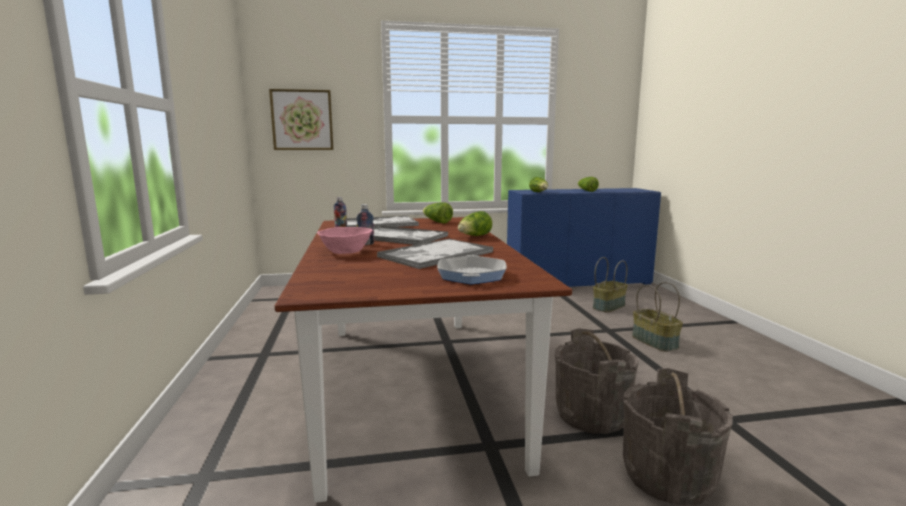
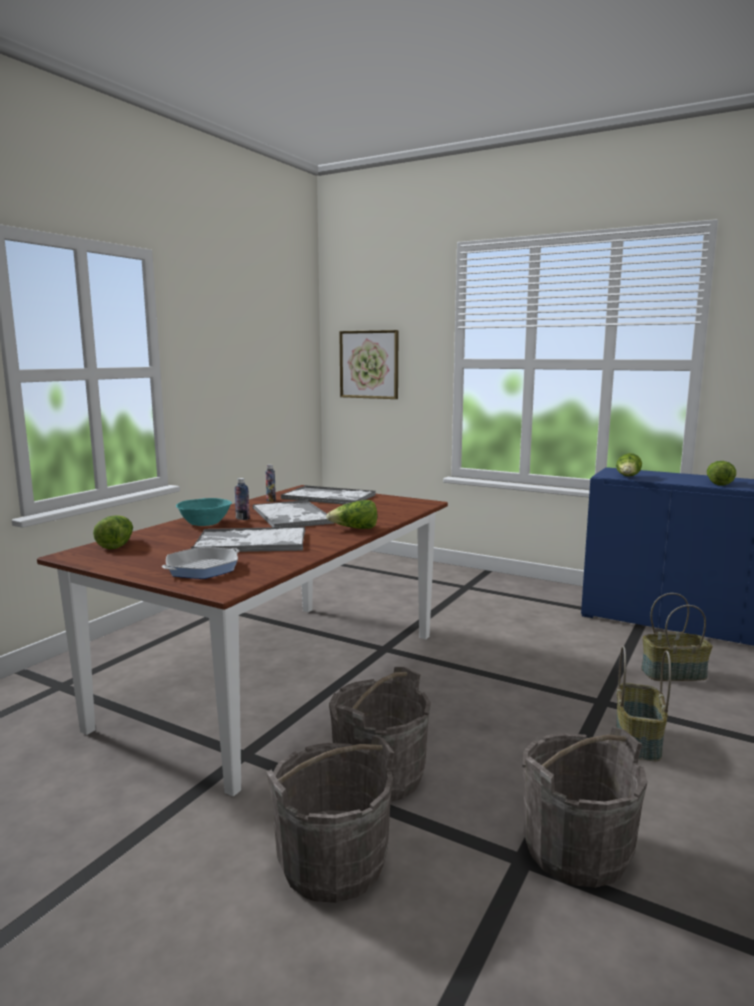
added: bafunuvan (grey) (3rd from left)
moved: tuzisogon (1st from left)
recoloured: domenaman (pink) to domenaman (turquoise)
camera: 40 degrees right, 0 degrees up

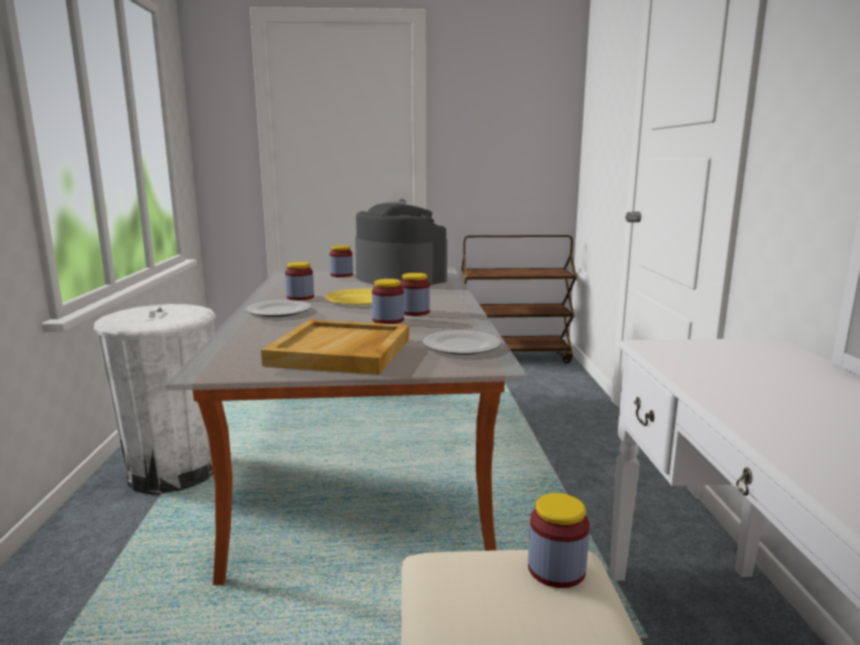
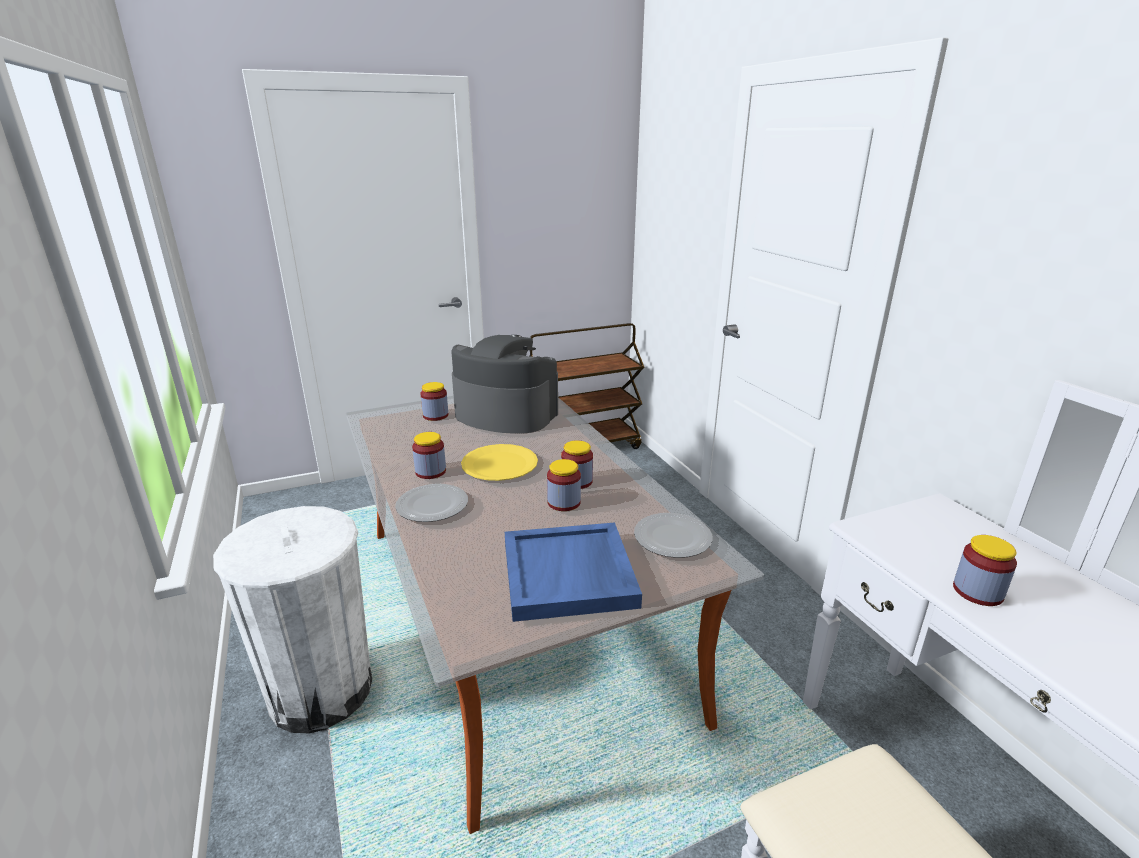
moved: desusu (5th from left)
recoloured: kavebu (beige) to kavebu (blue)
camera: 20 degrees left, 10 degrees up

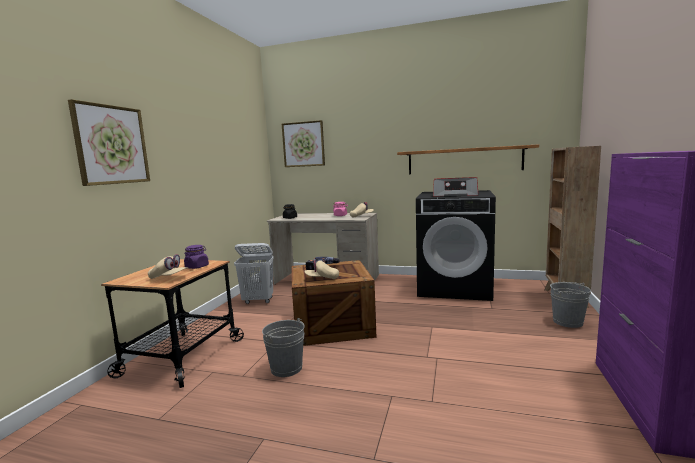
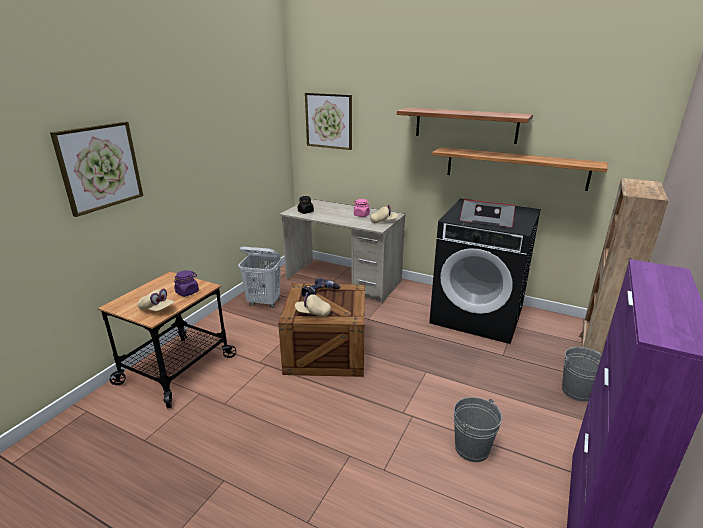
added: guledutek (1st from left)
moved: bafunuvan (grey) (1st from left)
camera: 10 degrees right, 15 degrees up

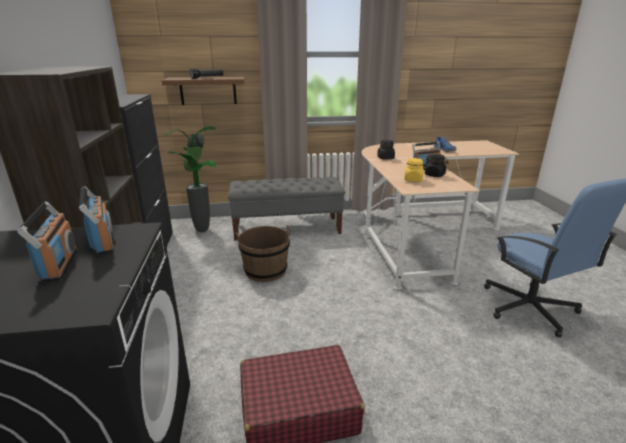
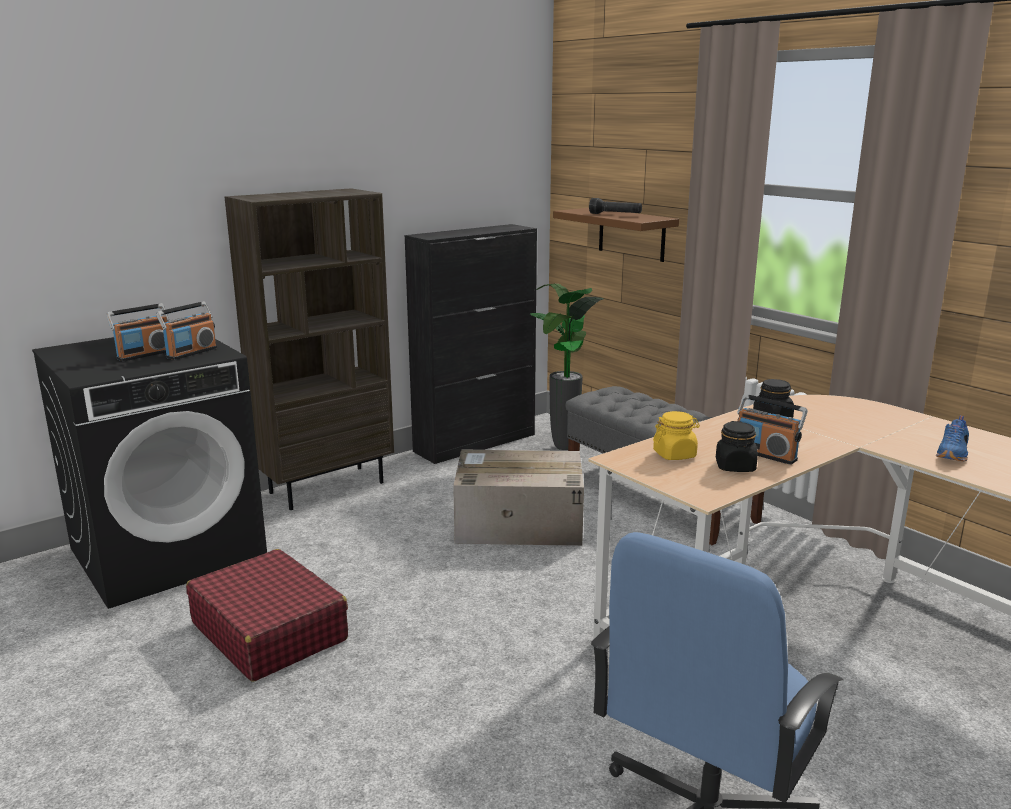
replaced: bafunuvan (brown) to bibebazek
camera: 60 degrees right, 5 degrees down

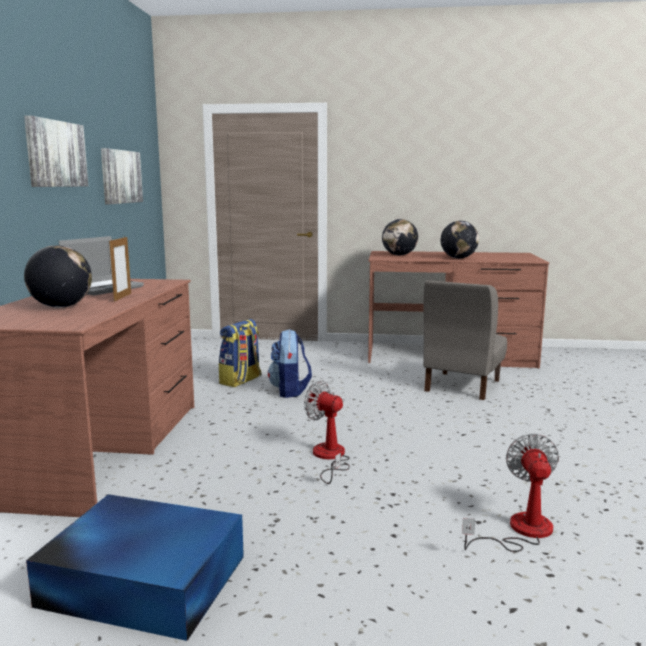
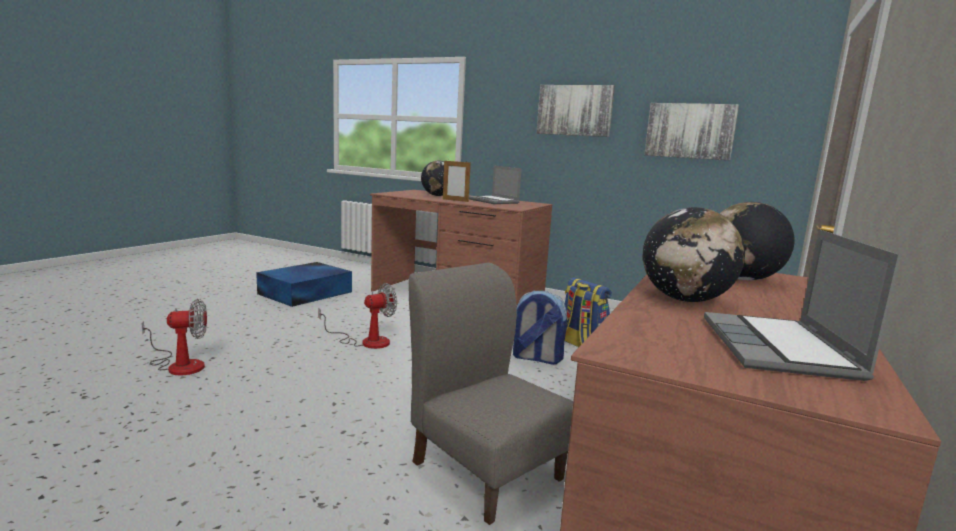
added: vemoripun (2nd from left)
turned: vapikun (2nd from left in the first image) 45 degrees counterclockwise
camera: 110 degrees right, 0 degrees up

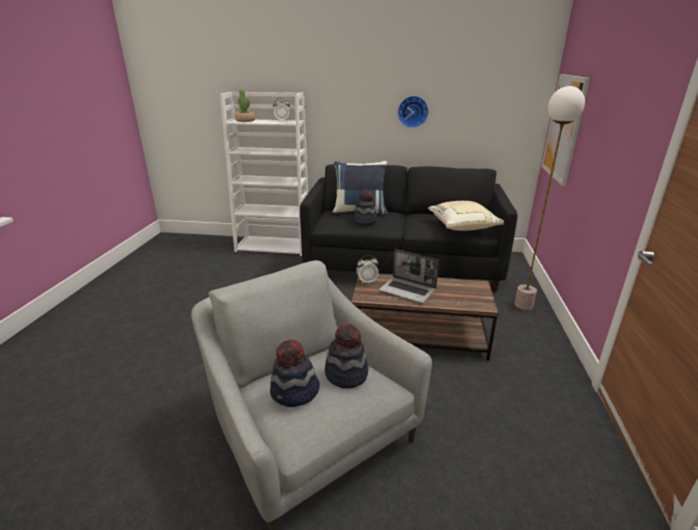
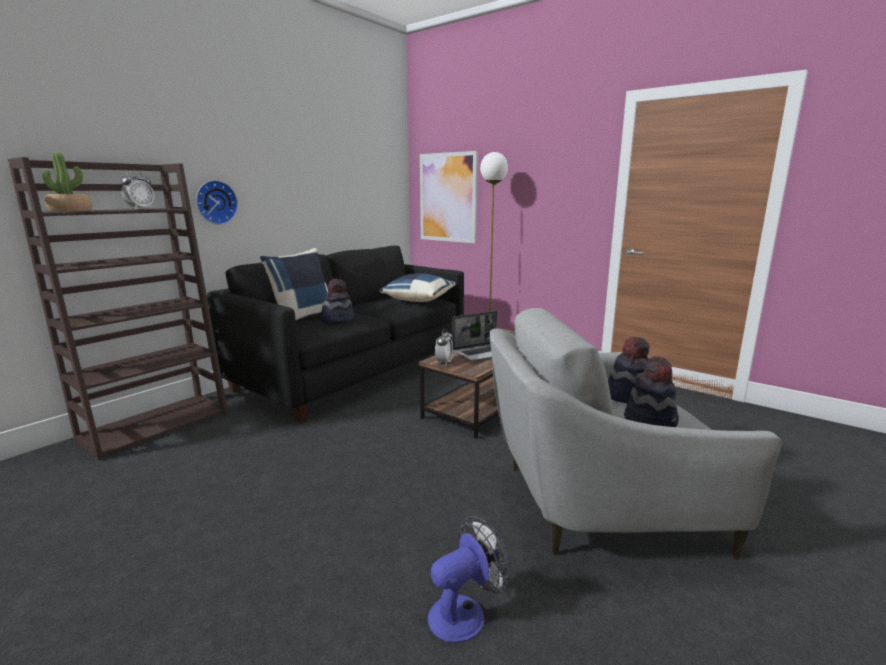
added: vapikun
moved: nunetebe
recoloured: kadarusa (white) to kadarusa (brown); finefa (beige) to finefa (blue) (2nd from left)
camera: 60 degrees left, 10 degrees down

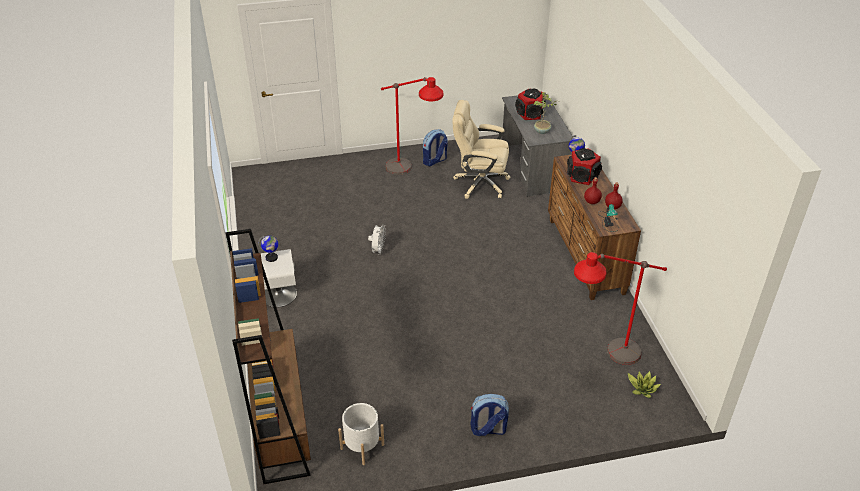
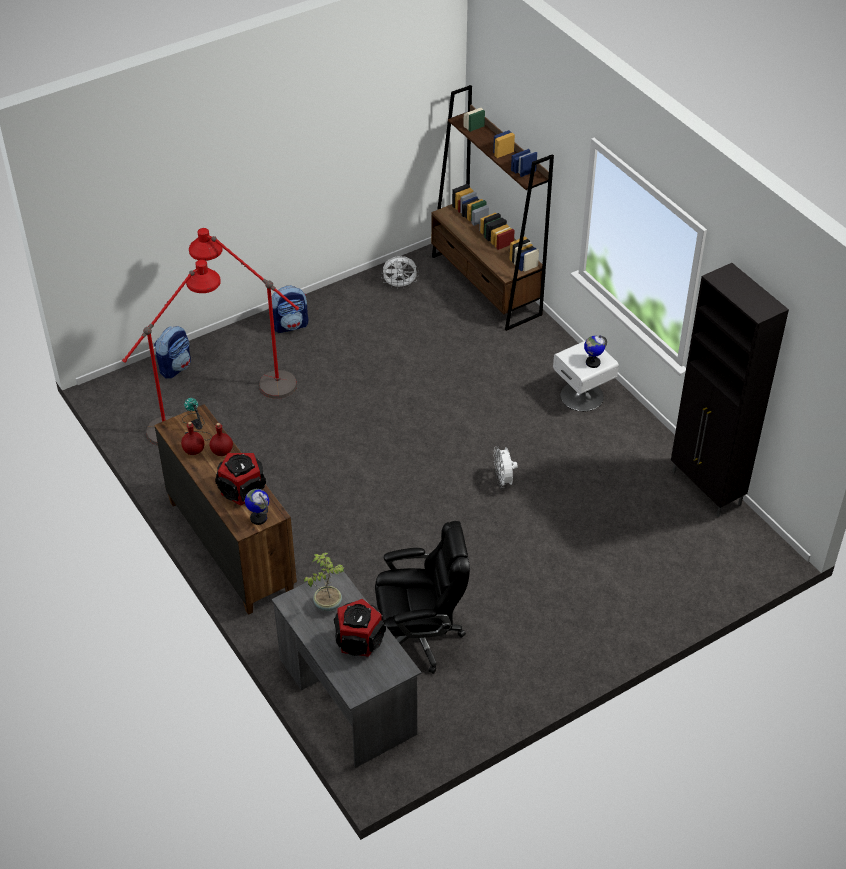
removed: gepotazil (2nd from left)
added: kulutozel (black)
moved: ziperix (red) (1st from left in the first image) to ziperix (red) (2nd from left); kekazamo (1st from left)
replaced: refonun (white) to vapikun (white) (1st from left)
recoloured: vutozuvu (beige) to vutozuvu (black)
camera: 160 degrees right, 5 degrees up

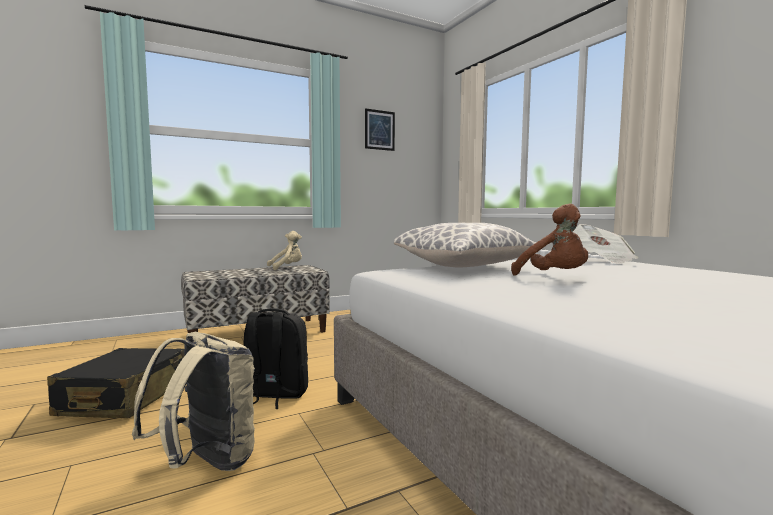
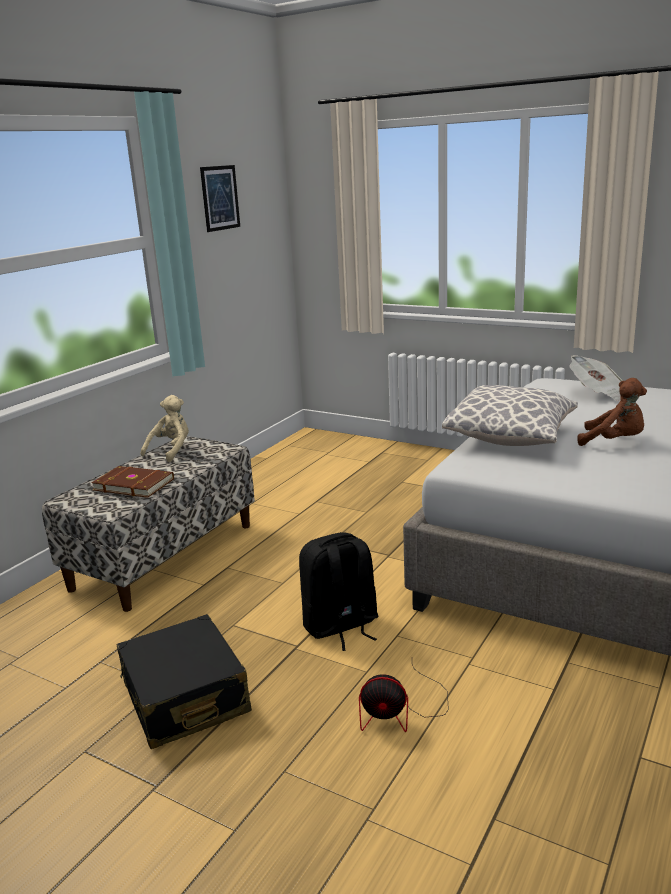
added: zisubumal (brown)
replaced: kekazamo (beige) to vapikun
camera: 30 degrees left, 15 degrees up

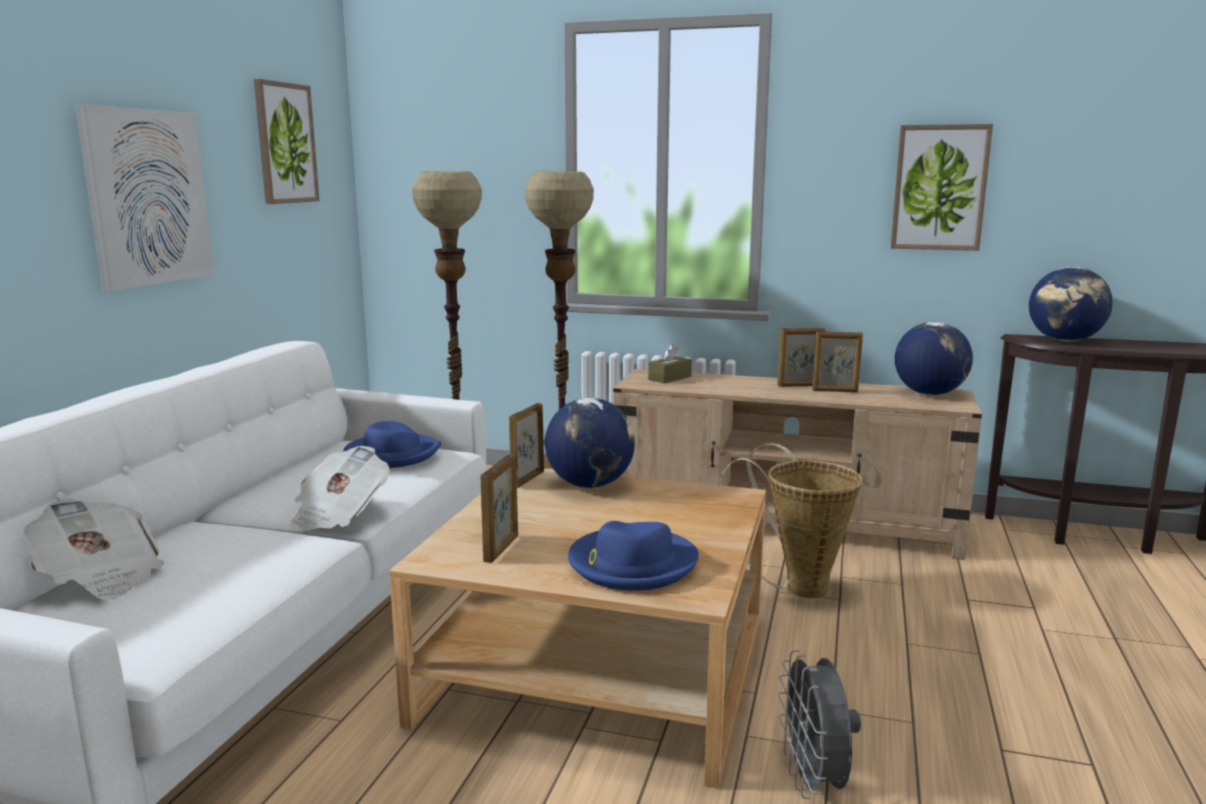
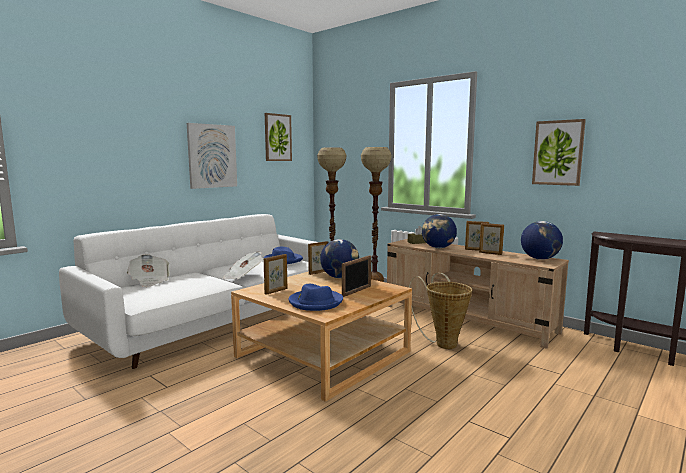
removed: vapikun (grey)
added: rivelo (3rd from left)
moved: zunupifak (3rd from left in the first image) to zunupifak (2nd from left)
camera: 25 degrees right, 5 degrees down

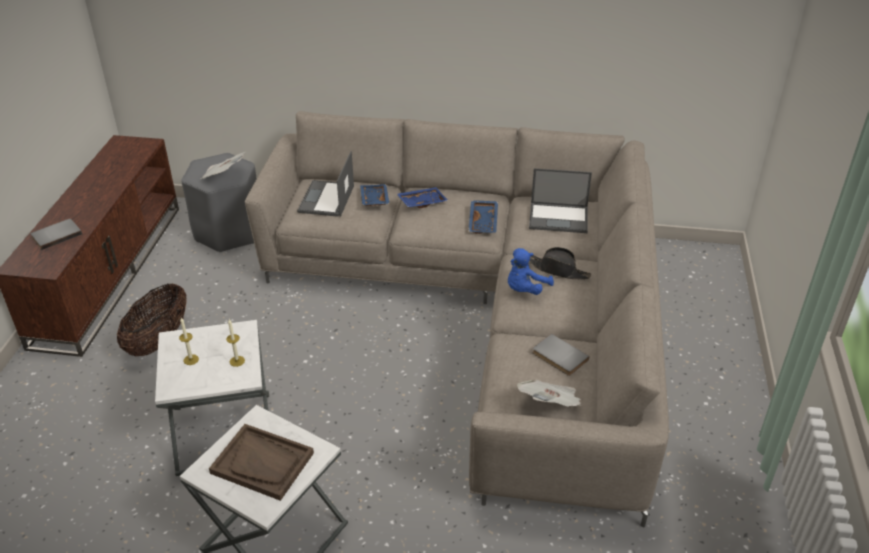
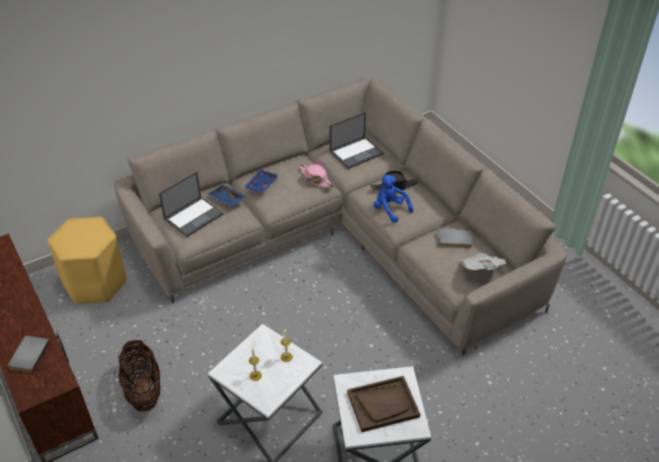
removed: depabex (1st from left)
replaced: kavebu (blue) (3rd from left) to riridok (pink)
recoloured: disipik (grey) to disipik (yellow)
turned: vemoripun (1st from left) 105 degrees counterclockwise; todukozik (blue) 135 degrees clockwise
camera: 40 degrees left, 5 degrees up

